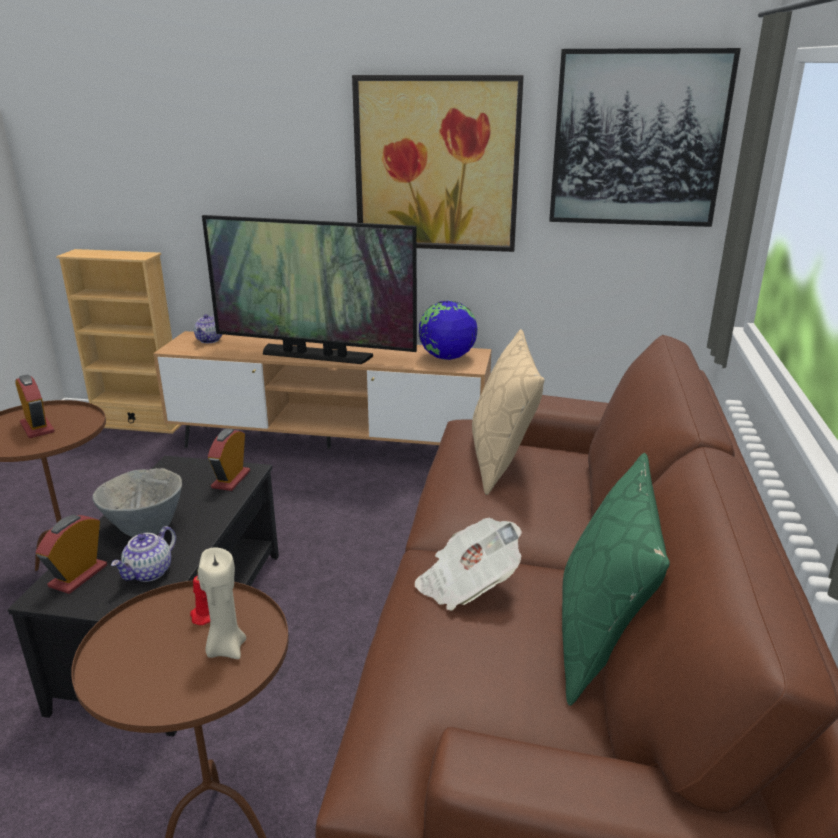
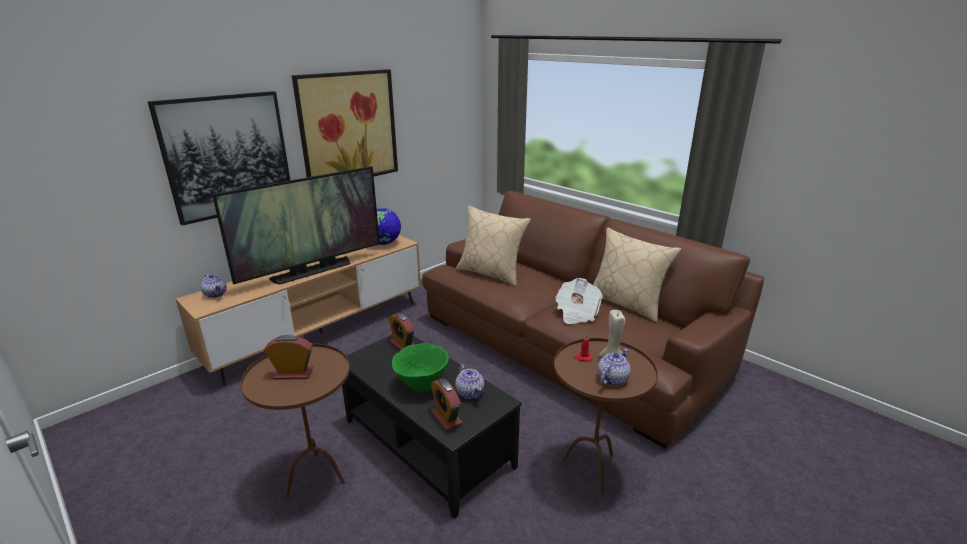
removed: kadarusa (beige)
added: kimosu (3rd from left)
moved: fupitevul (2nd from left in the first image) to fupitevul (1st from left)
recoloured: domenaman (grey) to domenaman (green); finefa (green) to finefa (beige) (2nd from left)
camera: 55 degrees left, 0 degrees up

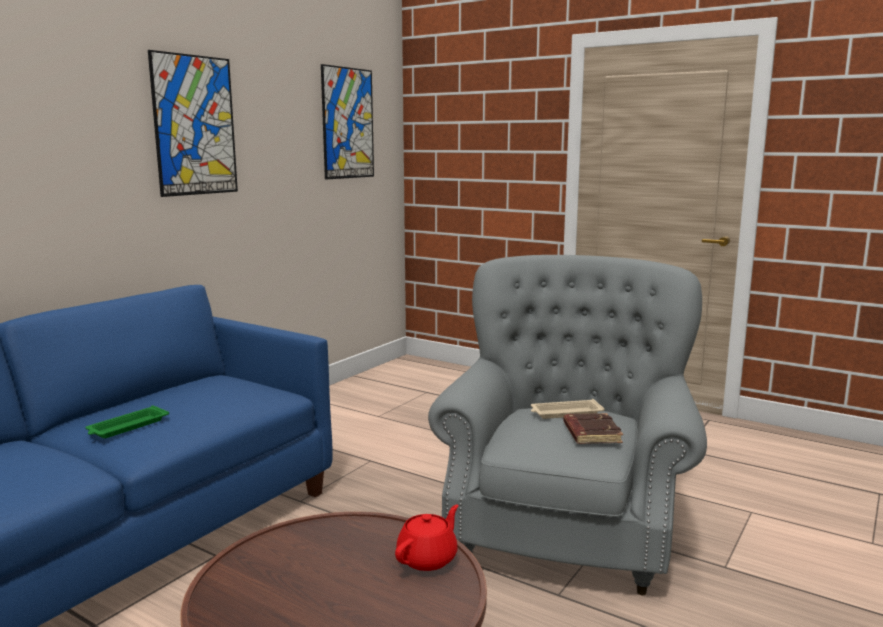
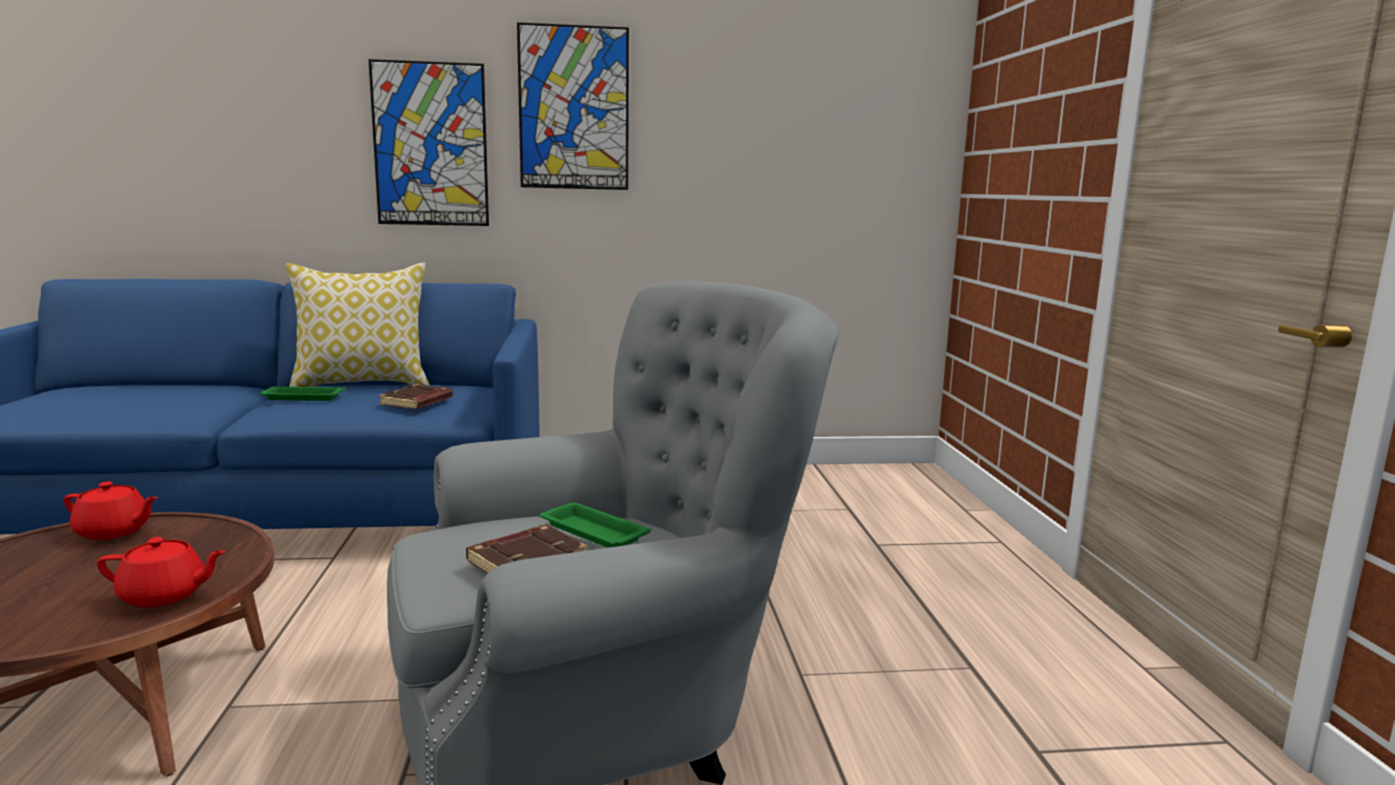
added: kimosu (red) (1st from left); finefa; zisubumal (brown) (1st from left)
moved: fupitevul (2nd from left in the first image) to fupitevul (1st from left)
recoloured: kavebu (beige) to kavebu (green) (2nd from left)
camera: 50 degrees right, 0 degrees up

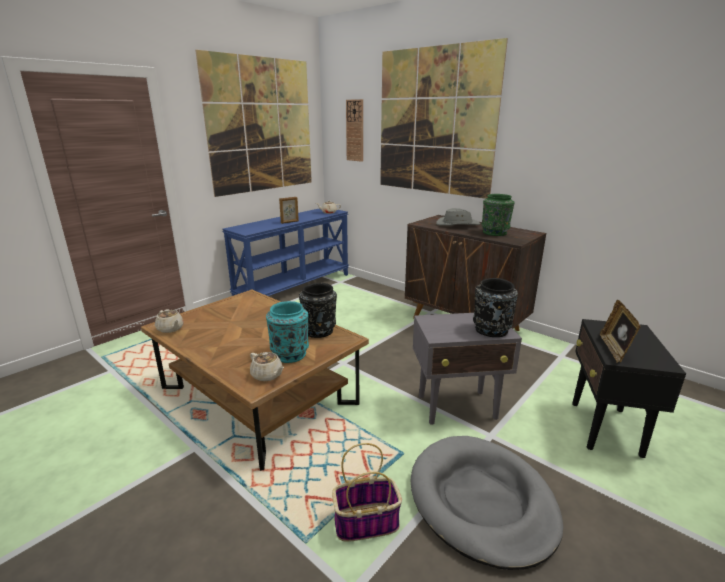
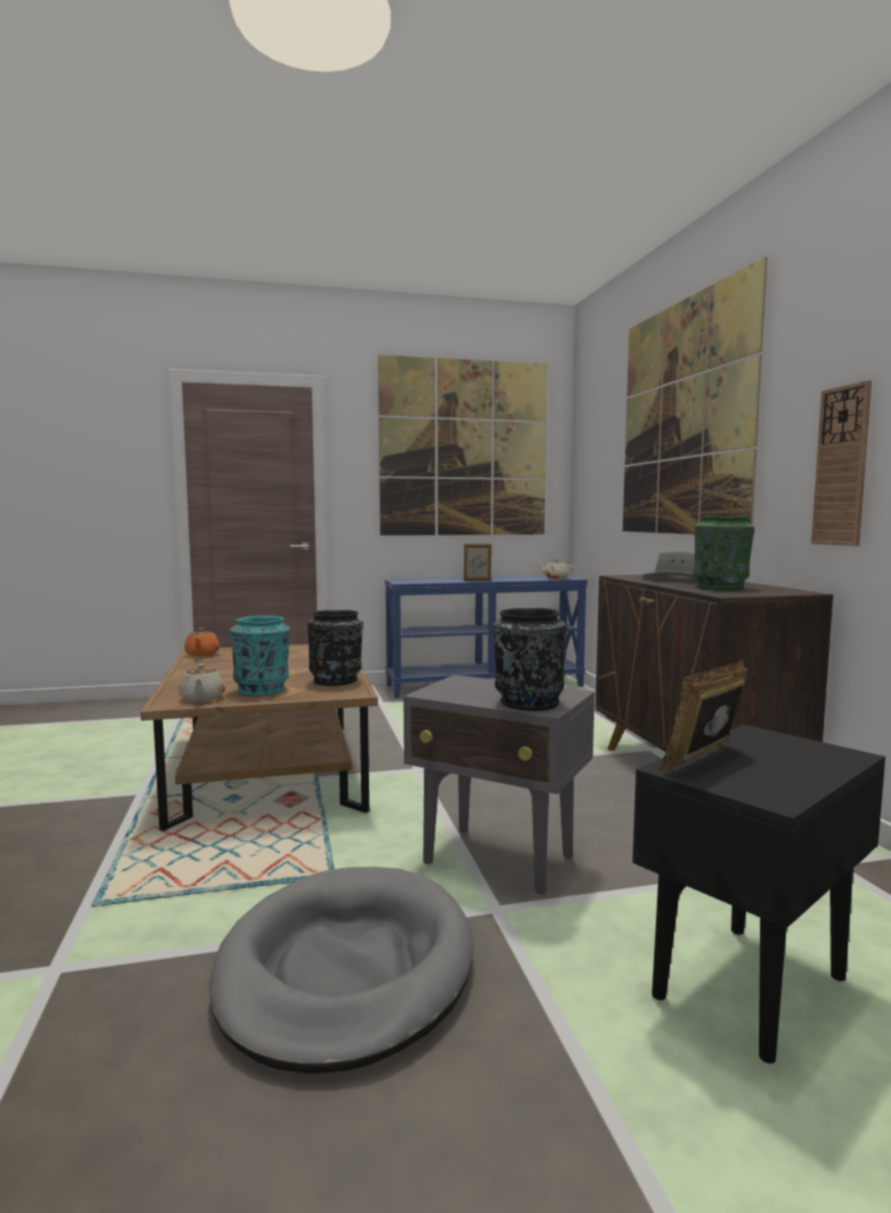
removed: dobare
moved: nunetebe
recoloured: kimosu (beige) (1st from left) to kimosu (orange)
camera: 35 degrees right, 15 degrees down

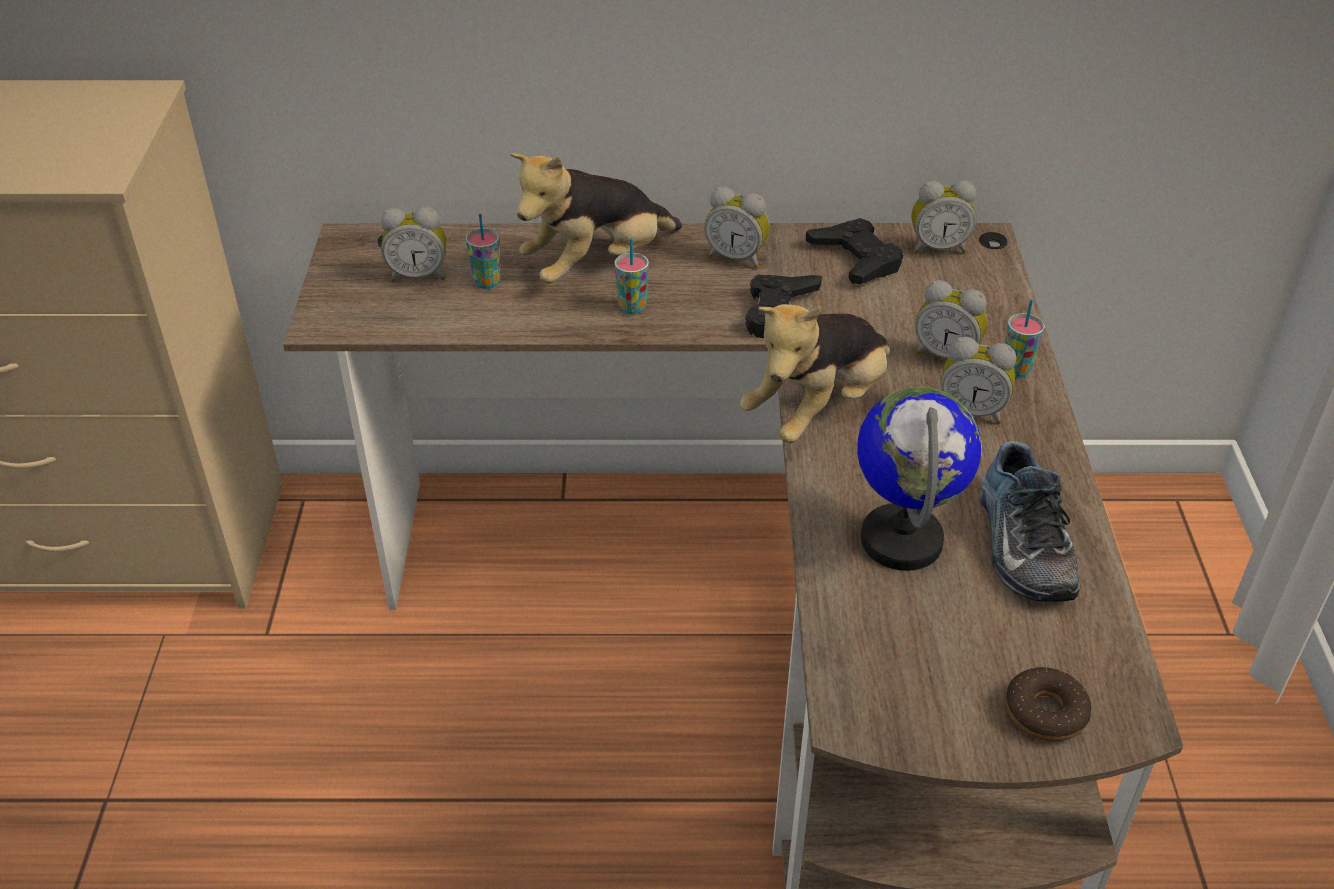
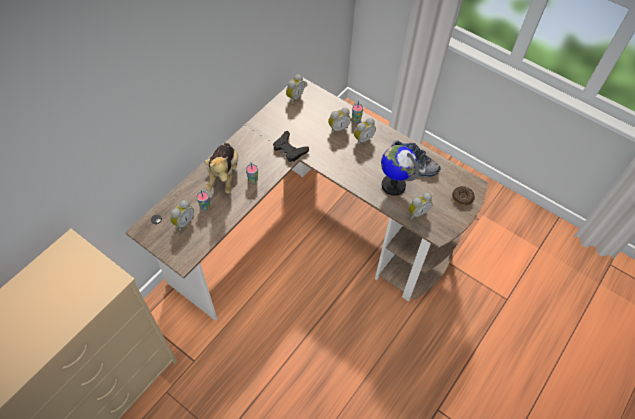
removed: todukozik (2nd from left); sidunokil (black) (2nd from left)
moved: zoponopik (2nd from left in the first image) to zoponopik (5th from left)
camera: 55 degrees left, 15 degrees up

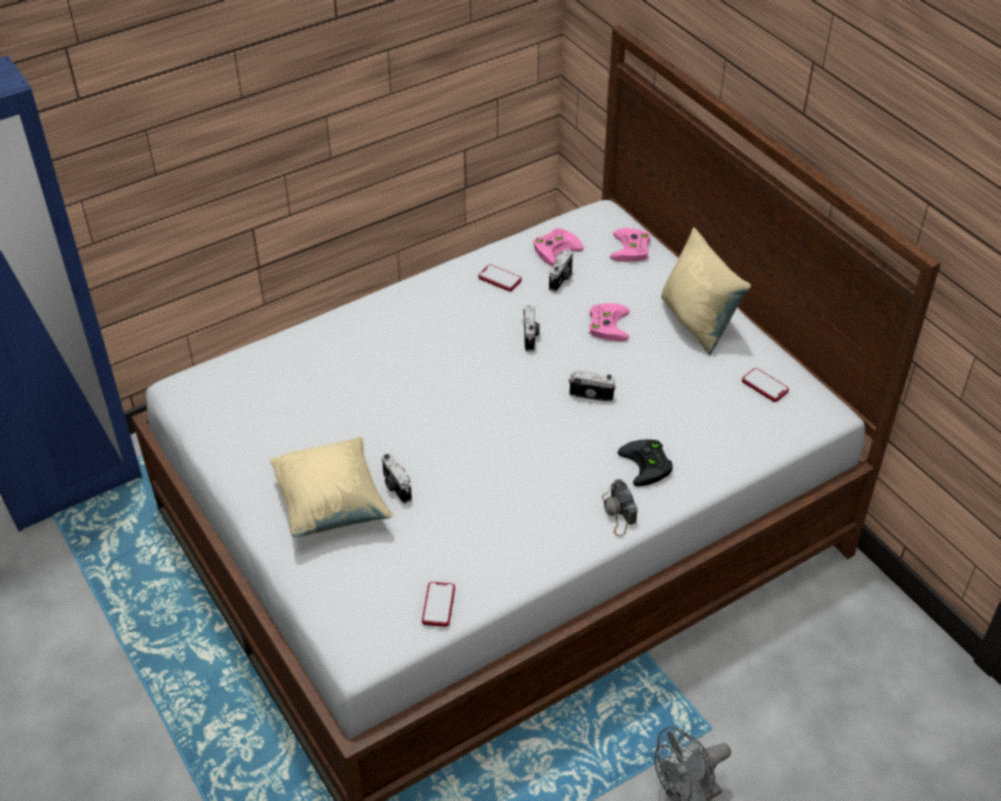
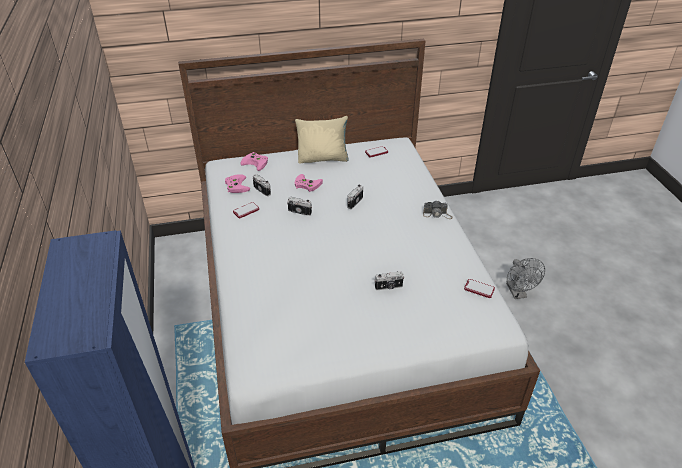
removed: finefa (beige) (1st from left); sidunokil (black)
camera: 70 degrees left, 5 degrees down

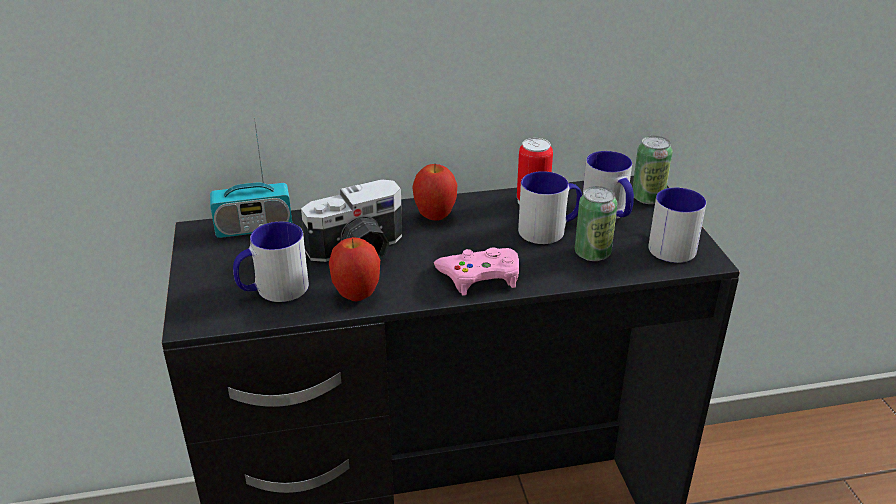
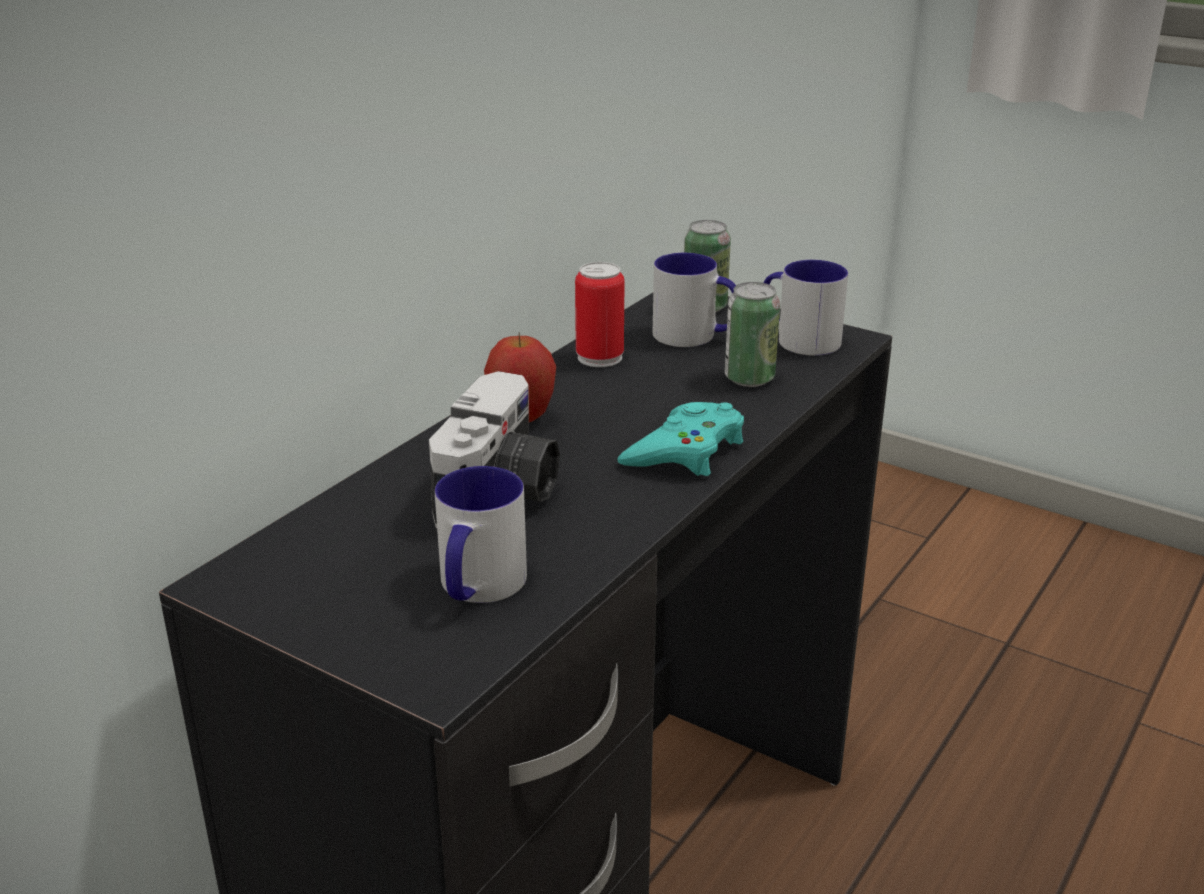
removed: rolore; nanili (1st from left); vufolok (2nd from left)
recoloured: sidunokil (pink) to sidunokil (turquoise)
camera: 45 degrees left, 5 degrees down

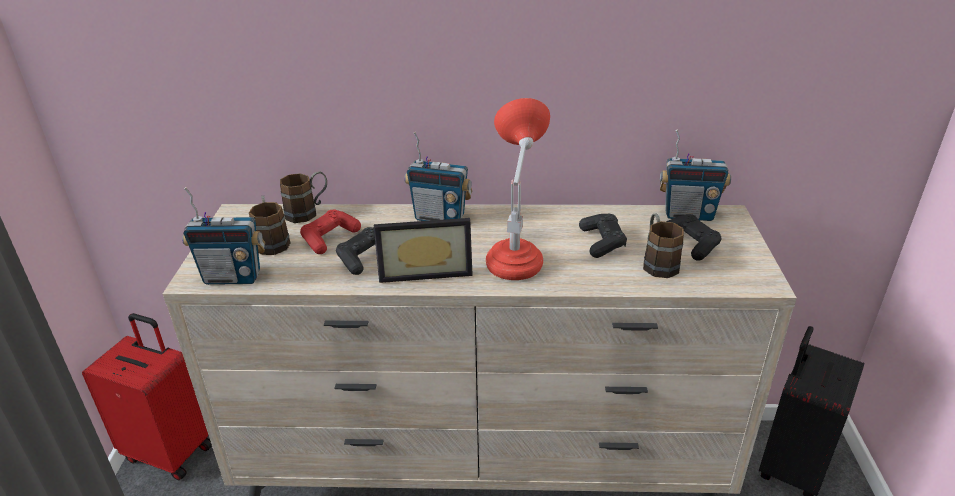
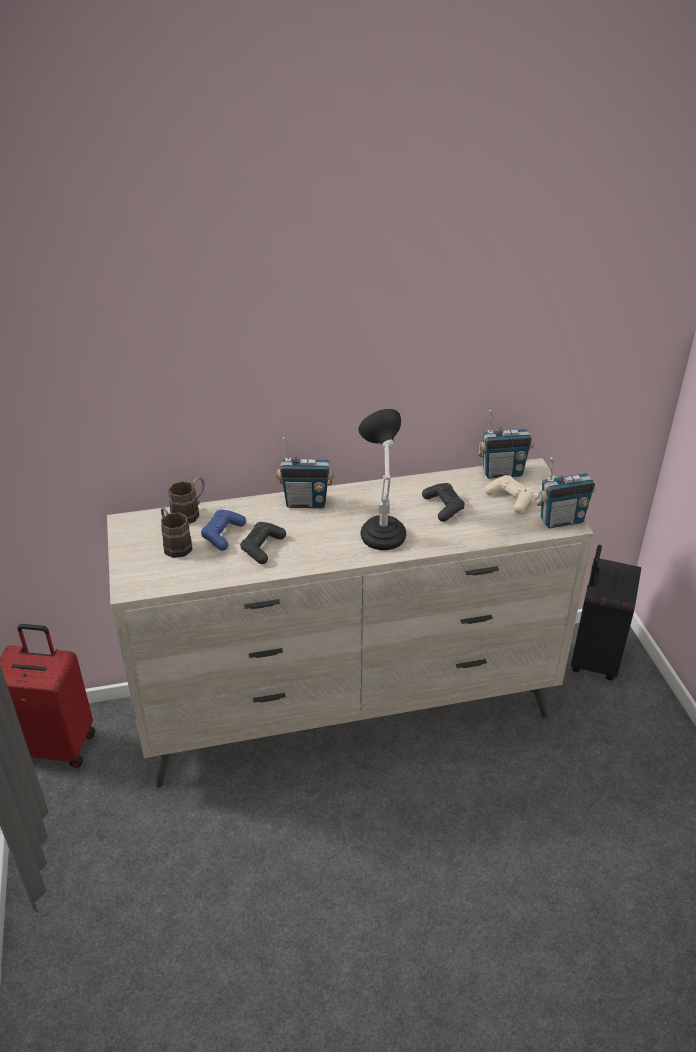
removed: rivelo; vufolok (brown) (3rd from left)
moved: rolore (1st from left in the first image) to rolore (3rd from left)
recoloured: sidunokil (red) to sidunokil (blue); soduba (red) to soduba (black); sidunokil (black) (3rd from left) to sidunokil (beige)
camera: 15 degrees left, 5 degrees up

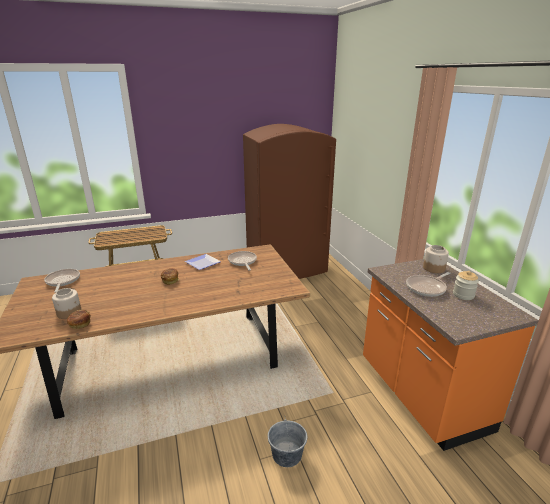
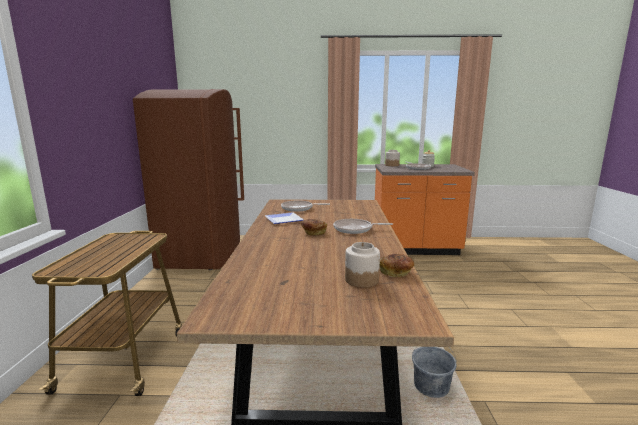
moved: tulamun (1st from left in the first image) to tulamun (2nd from left); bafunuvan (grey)
camera: 70 degrees left, 10 degrees down

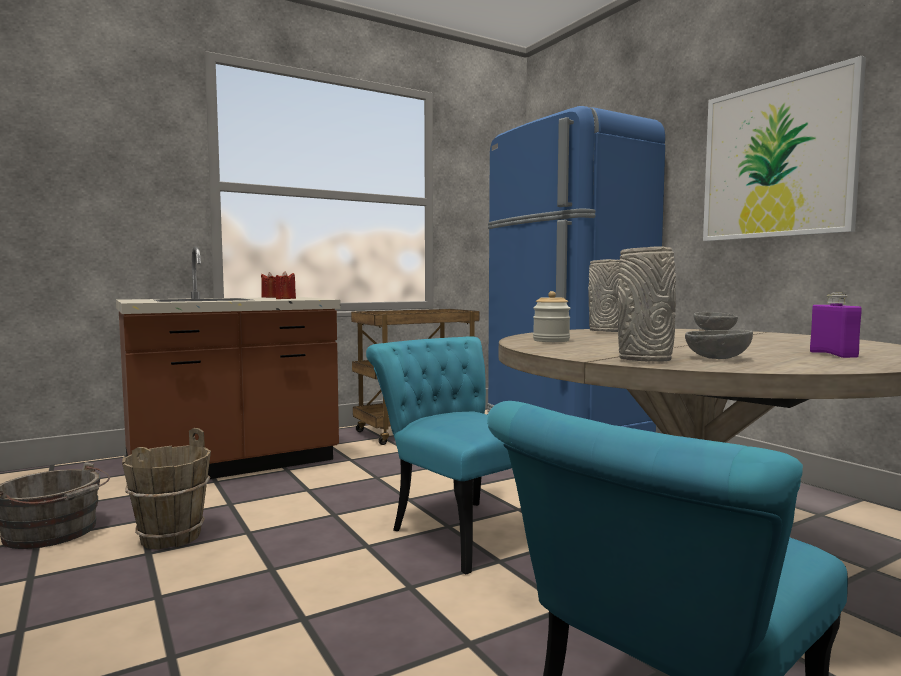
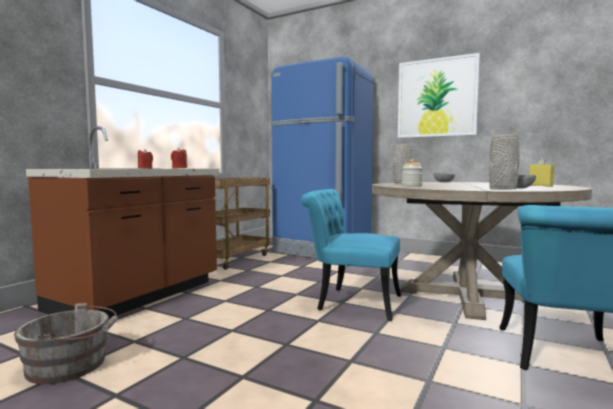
removed: bafunuvan (brown)
recoloured: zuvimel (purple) to zuvimel (yellow)
camera: 30 degrees left, 0 degrees up

